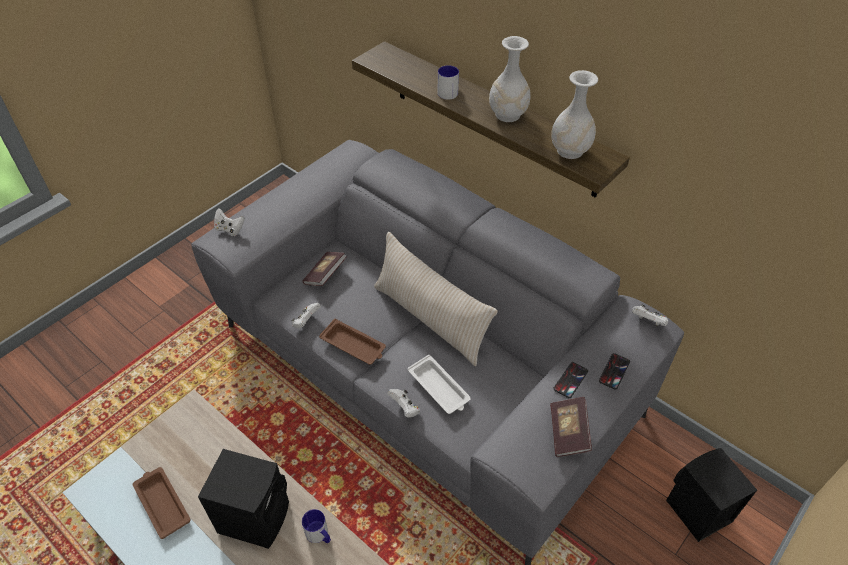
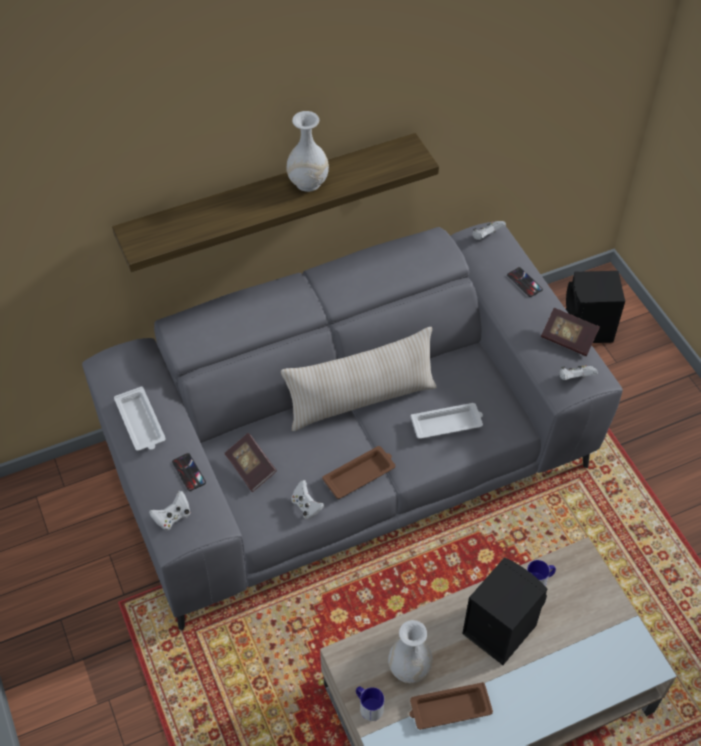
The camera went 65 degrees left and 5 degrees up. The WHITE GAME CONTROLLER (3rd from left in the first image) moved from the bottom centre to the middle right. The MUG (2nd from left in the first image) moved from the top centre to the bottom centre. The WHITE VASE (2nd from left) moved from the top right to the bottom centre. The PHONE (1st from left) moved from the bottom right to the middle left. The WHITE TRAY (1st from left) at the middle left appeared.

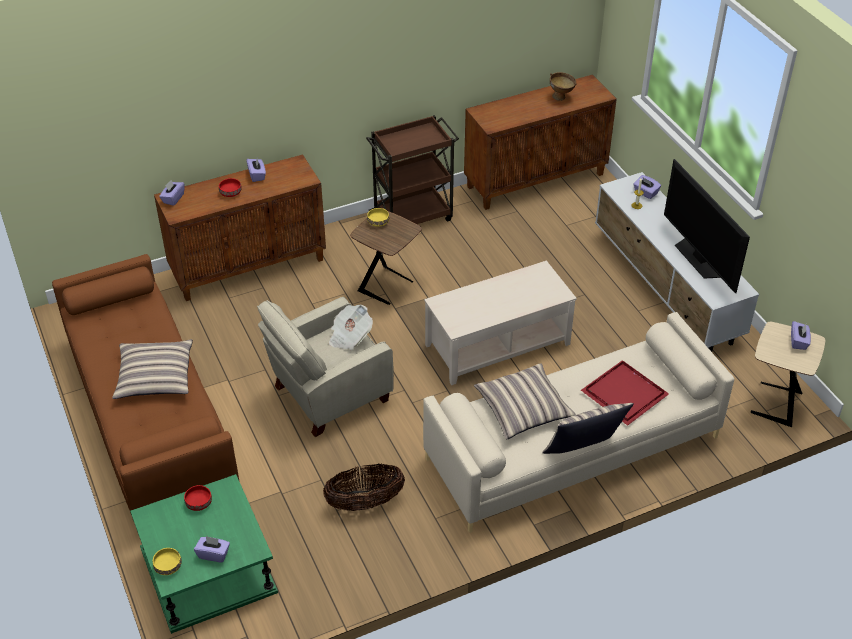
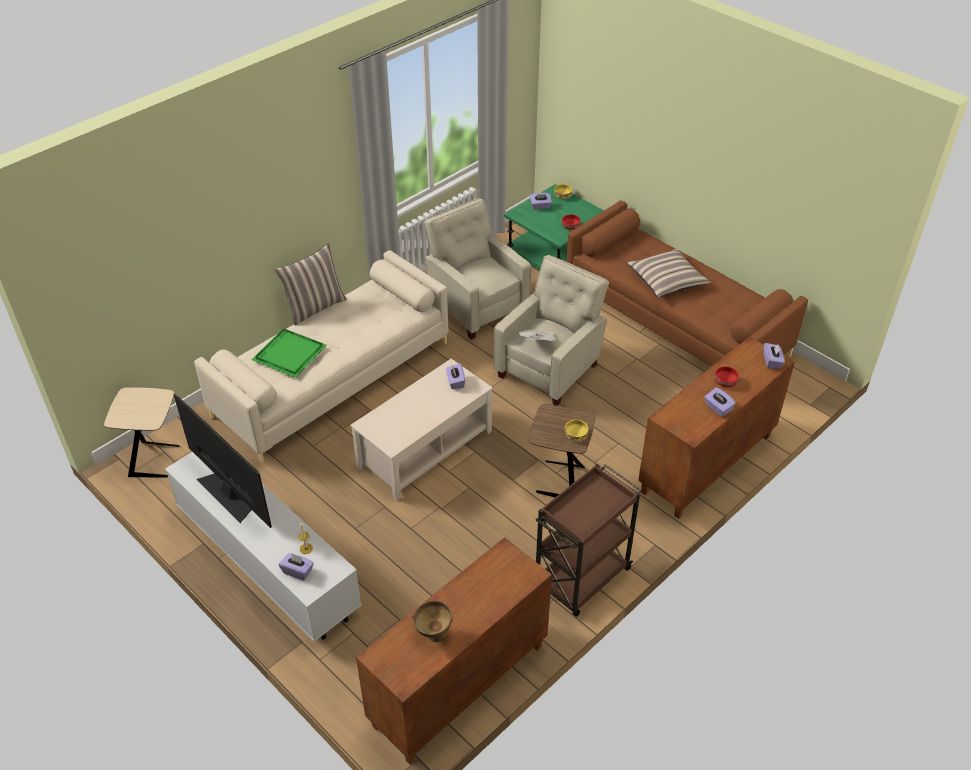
The camera went 160 degrees right and 0 degrees up. The BASKET at the bottom centre was replaced by the BEIGE ARMCHAIR (1st from left) at the centre. The PILLOW (2nd from left) at the centre disappeared. The RED TRAY at the middle right became the GREEN TRAY at the middle left. The PURPLE TISSUE BOX (5th from left in the first image) moved from the middle right to the centre.

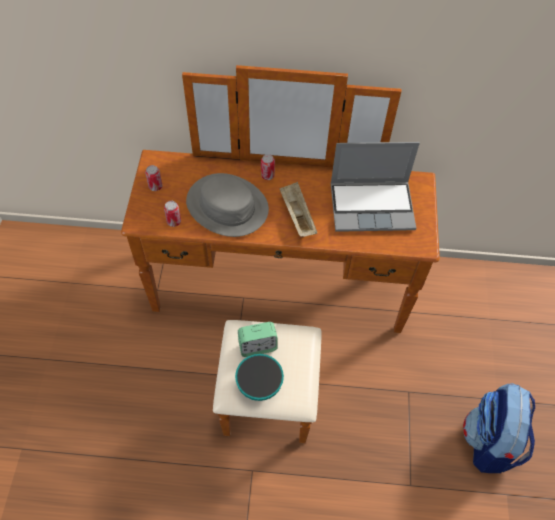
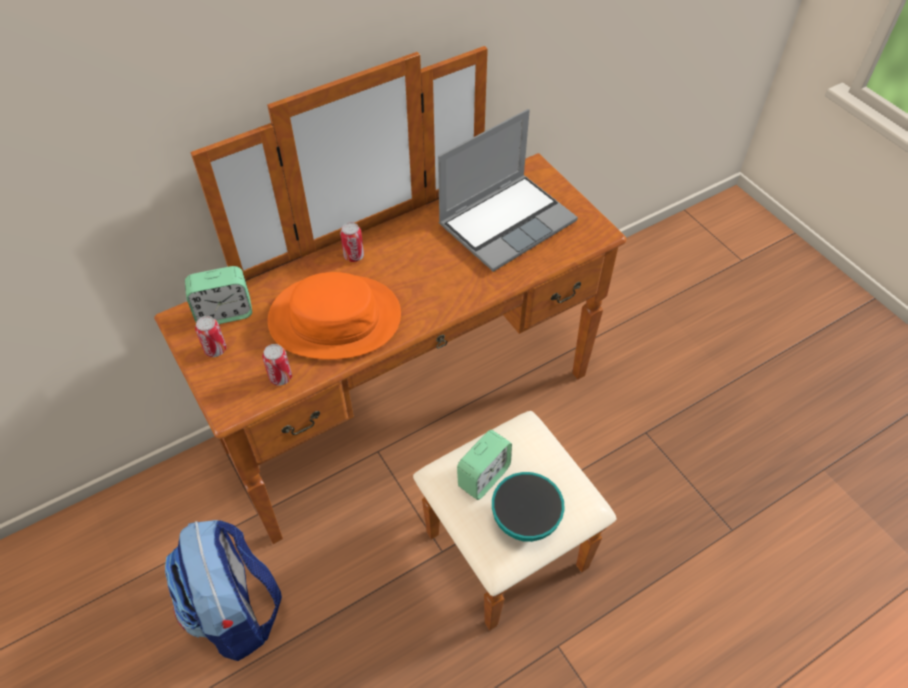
The camera went 35 degrees left and 5 degrees down. The GREY HAT at the centre became the ORANGE HAT at the centre. The BEIGE TRAY at the centre disappeared. The BACKPACK moved from the bottom right to the bottom left. The ALARM CLOCK (1st from left) at the middle left appeared.

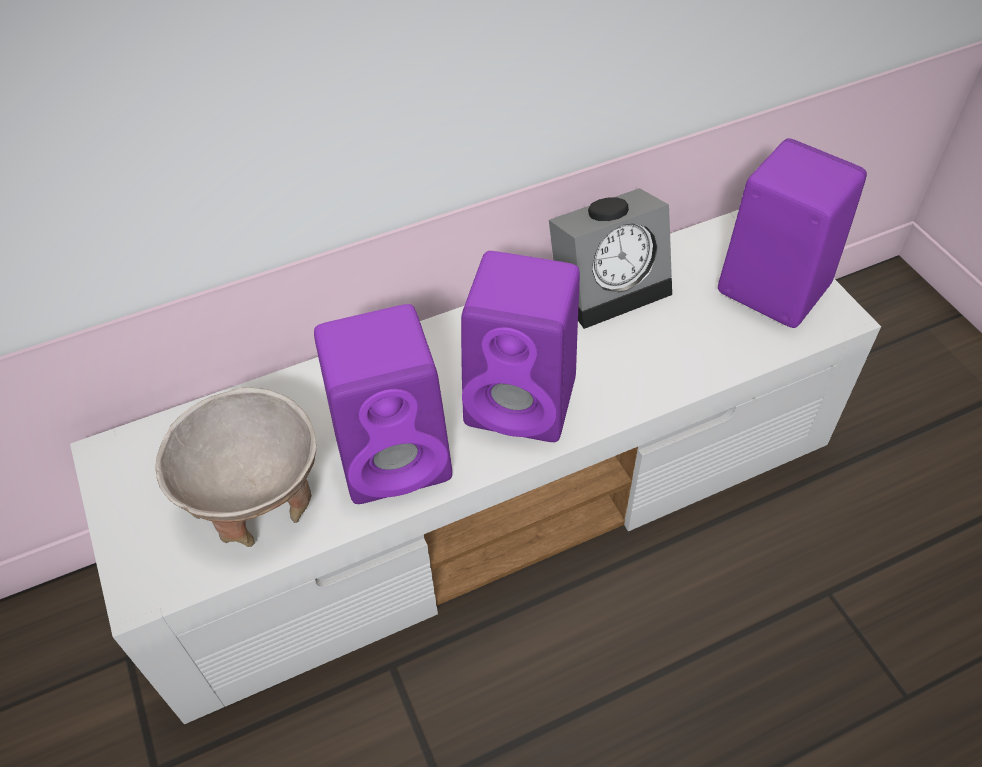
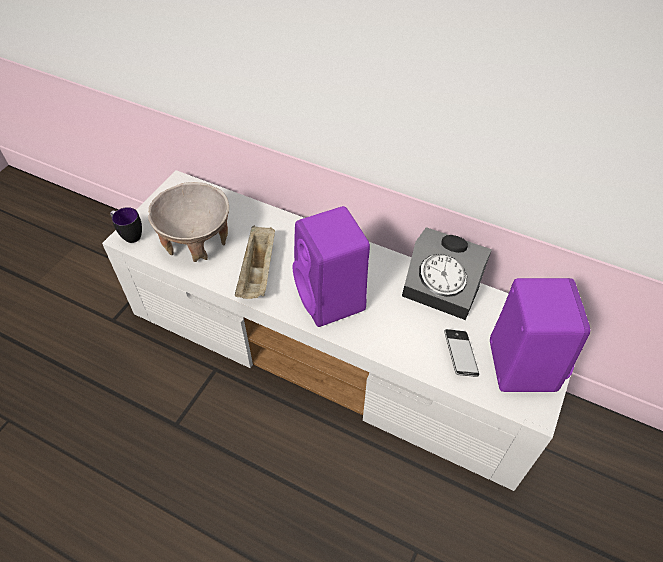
The camera went 50 degrees right and 0 degrees up. The PURPLE SPEAKER (1st from left) at the centre was replaced by the BEIGE TRAY at the centre. The MUG at the middle left appeared. The PHONE at the middle right appeared.

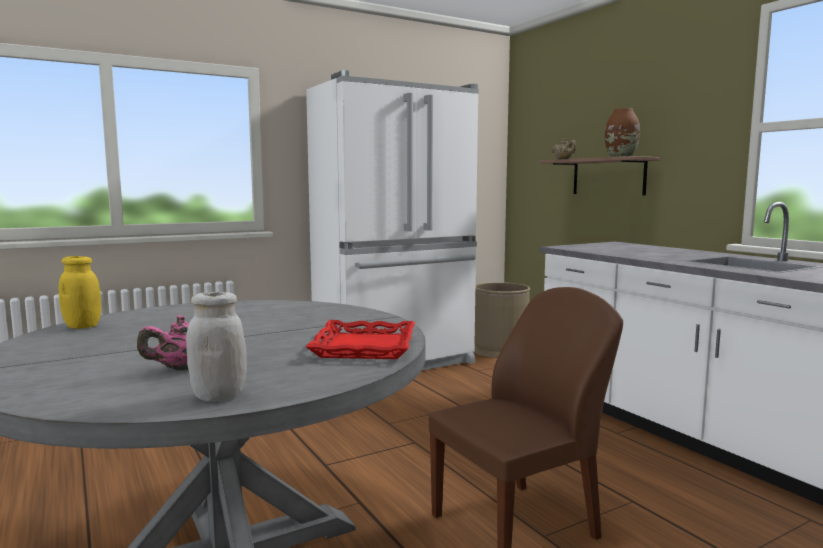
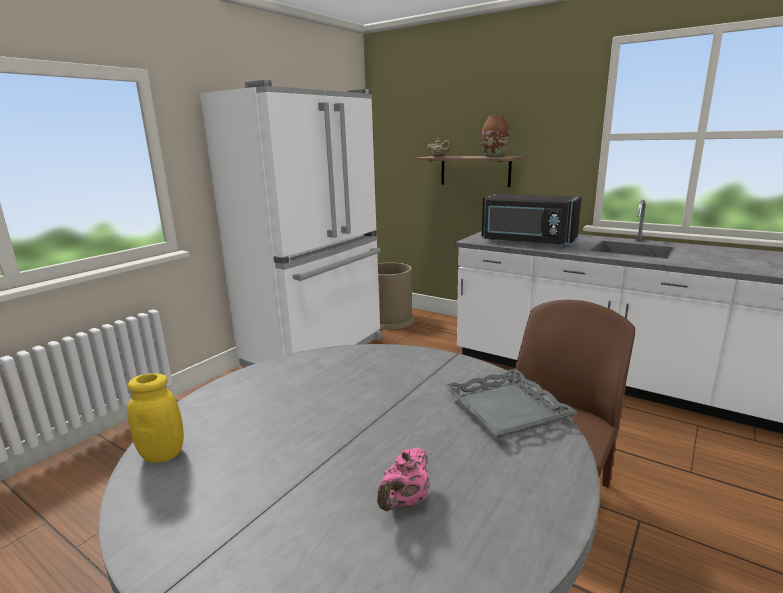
The camera went 25 degrees left and 10 degrees up. The WHITE JAR at the middle left disappeared. The RED TRAY at the centre became the GREY TRAY at the bottom centre. The BLACK MICROWAVE at the middle right appeared.

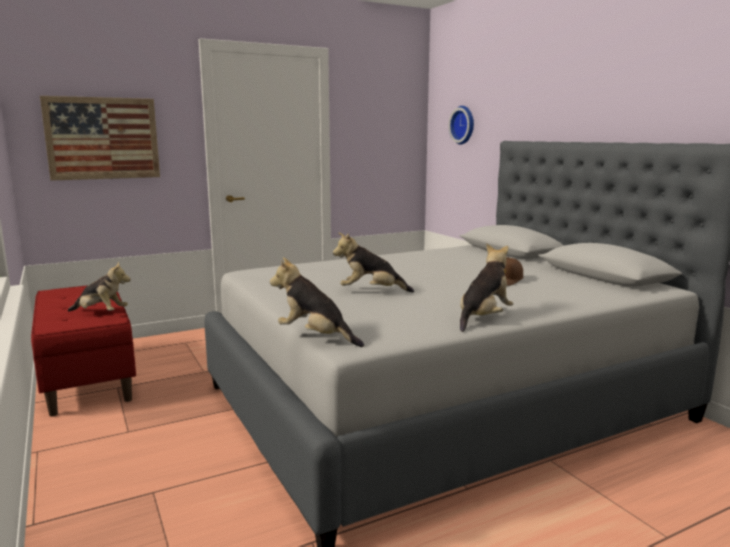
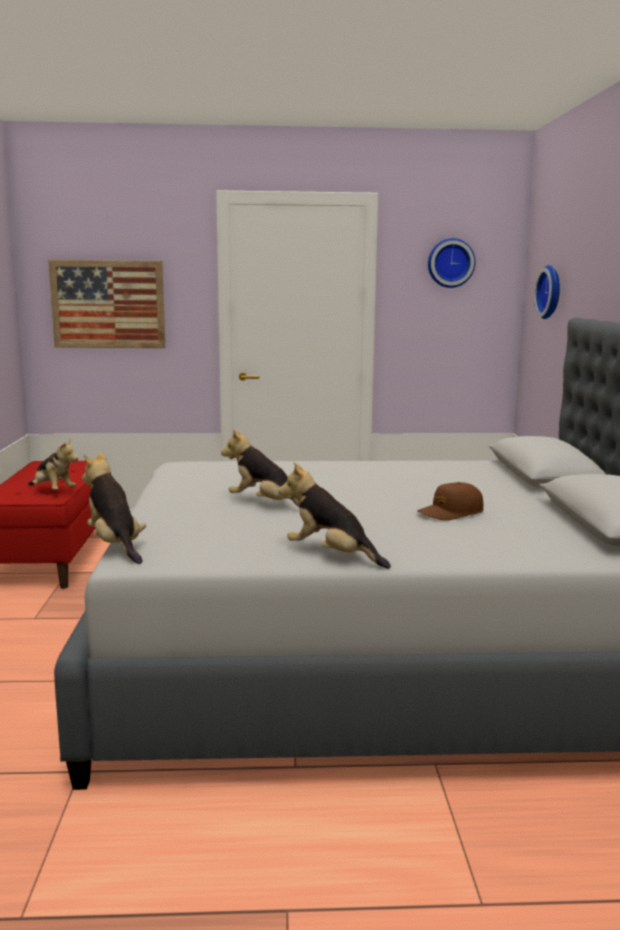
The camera went 25 degrees right and 0 degrees up. The PLUSH TOY (4th from left) at the centre turned 120 degrees counterclockwise. The WALL CLOCK (1st from left) at the top right appeared.

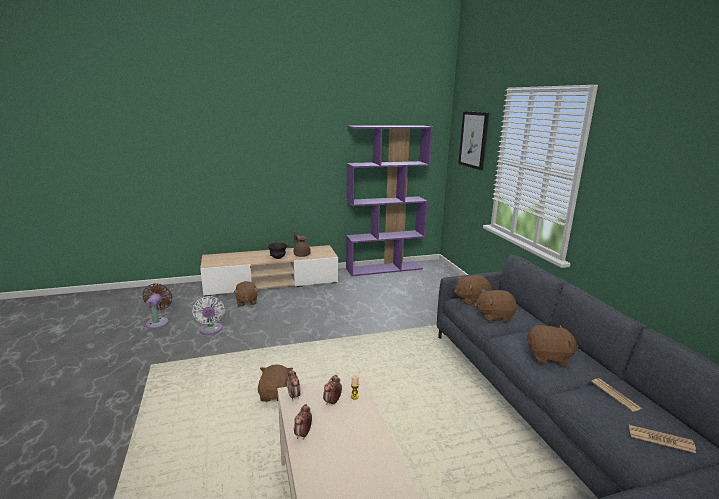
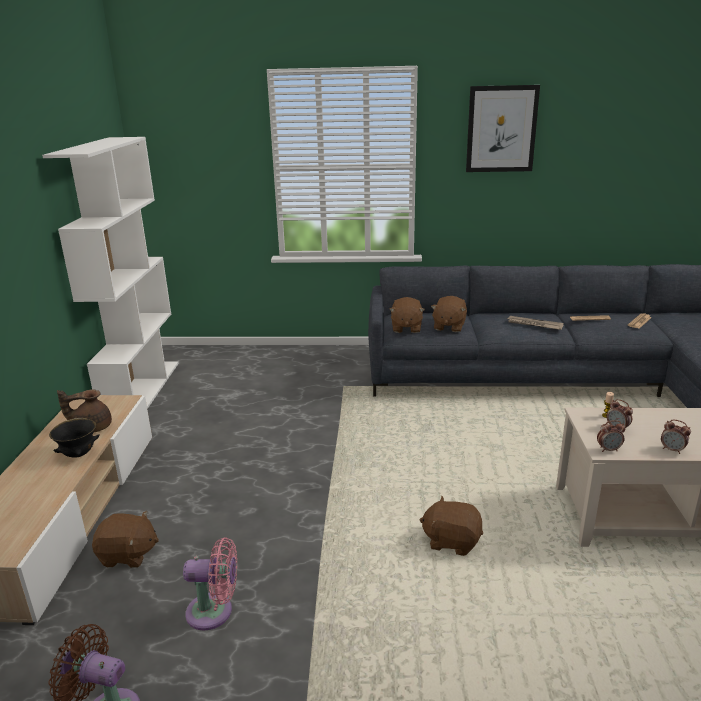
The camera went 70 degrees left and 5 degrees up. The WHITE FAN at the middle left became the PINK FAN at the bottom left. The PURPLE BOOKCASE at the centre became the WHITE BOOKCASE at the middle left. The PICTURE moved from the top centre to the top right. The BROWN PLUSH TOY (5th from left) at the bottom right was replaced by the NEWSPAPER (1st from left) at the middle right.

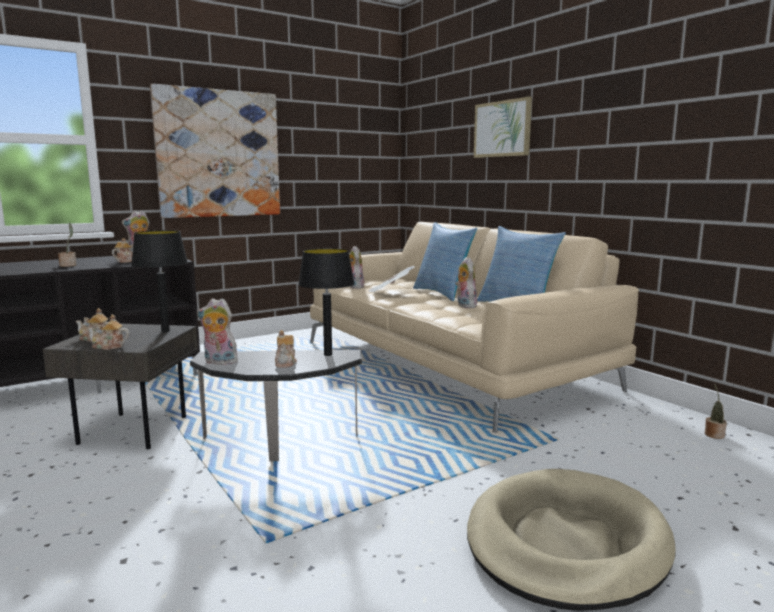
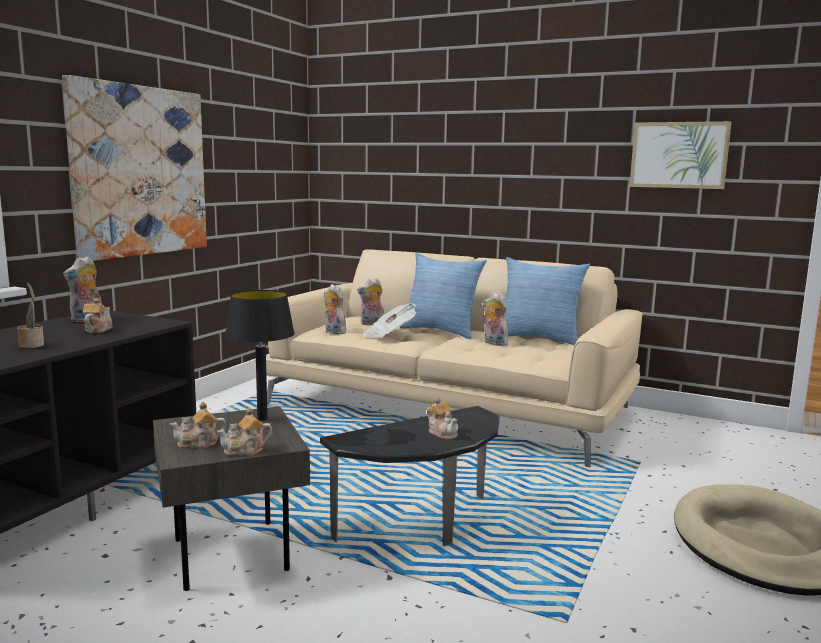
The camera went 30 degrees left and 0 degrees up. The PLUSH TOY (2nd from left in the first image) moved from the middle left to the centre. The BLACK TABLE LAMP (2nd from left) at the centre disappeared. The PICTURE (2nd from left) moved from the top centre to the top right. The POTTED PLANT (2nd from left) at the bottom right disappeared.

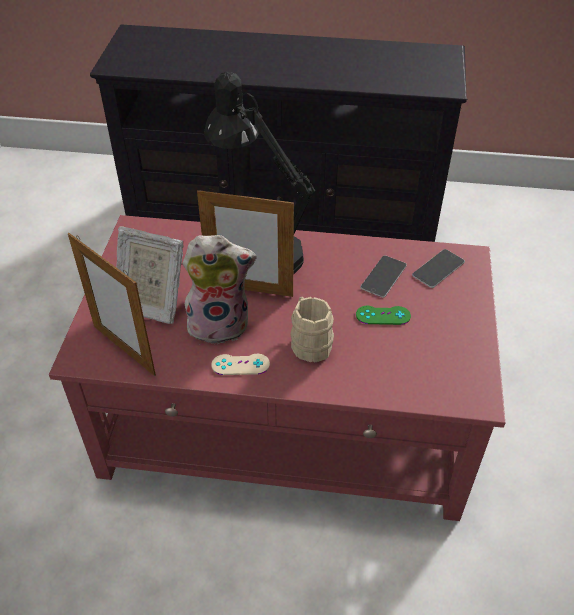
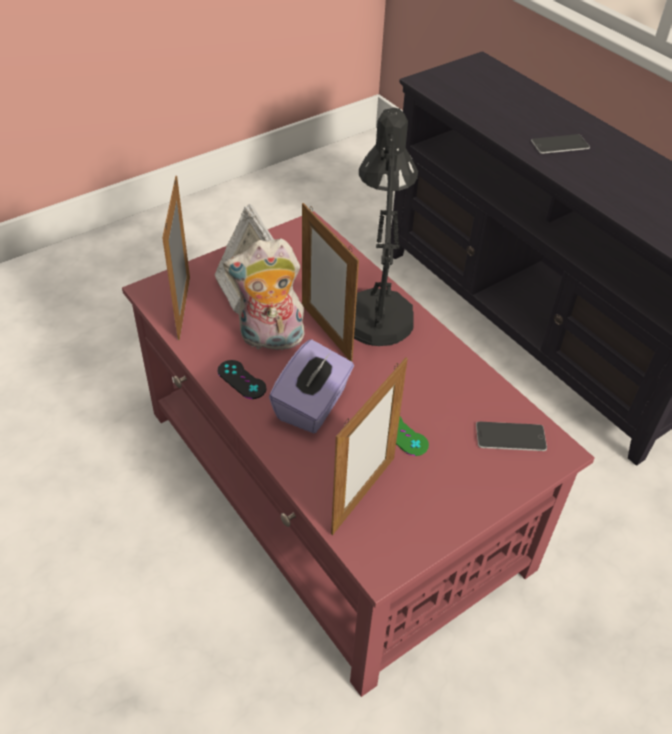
The camera went 45 degrees right and 0 degrees up. The PLUSH TOY at the centre turned 135 degrees clockwise. The BEIGE GAME CONTROLLER at the centre became the BLACK GAME CONTROLLER at the centre. The BEIGE MUG at the centre was replaced by the PURPLE TISSUE BOX at the centre. The PHONE (1st from left in the first image) moved from the middle right to the top right. The PICTURE FRAME (4th from left) at the centre appeared.

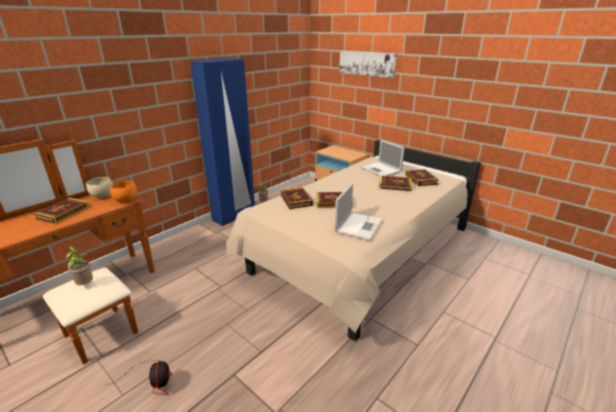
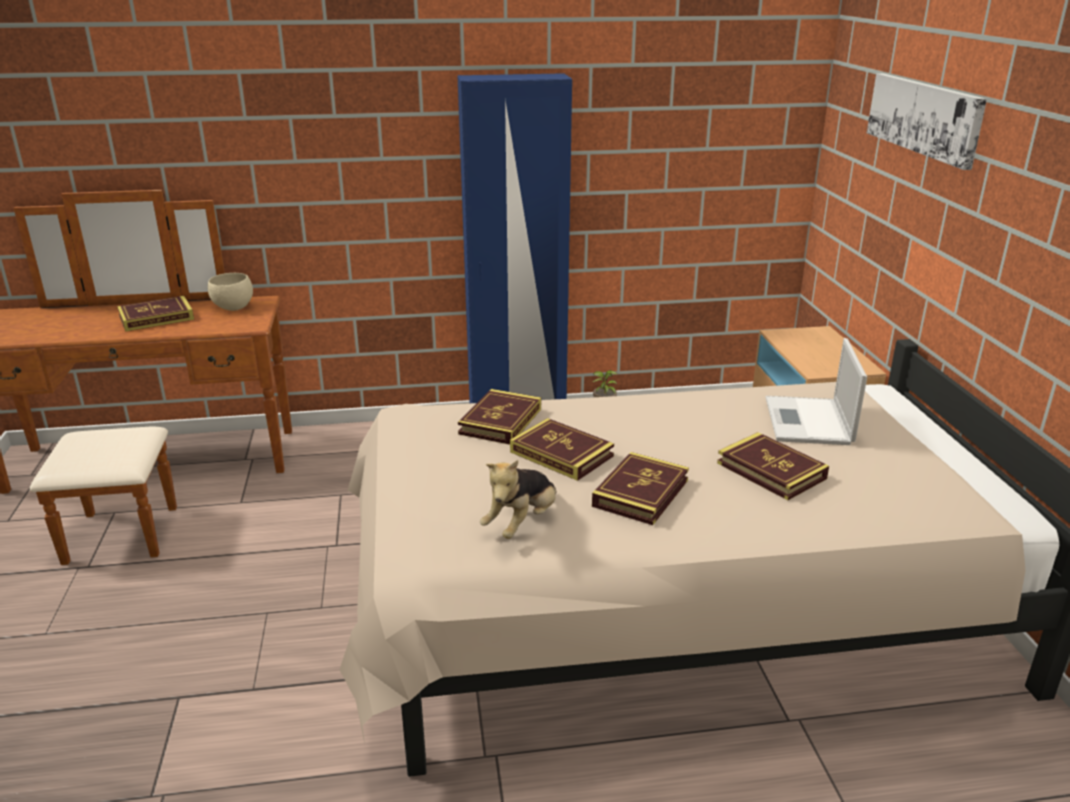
The camera went 40 degrees right and 0 degrees up. The POTTED PLANT (1st from left) at the middle left disappeared. The FAN at the bottom left disappeared. The ORANGE BOWL at the middle left disappeared. The LAPTOP (1st from left) at the centre was replaced by the PLUSH TOY at the centre. The BOOK (5th from left in the first image) moved from the middle right to the centre.

